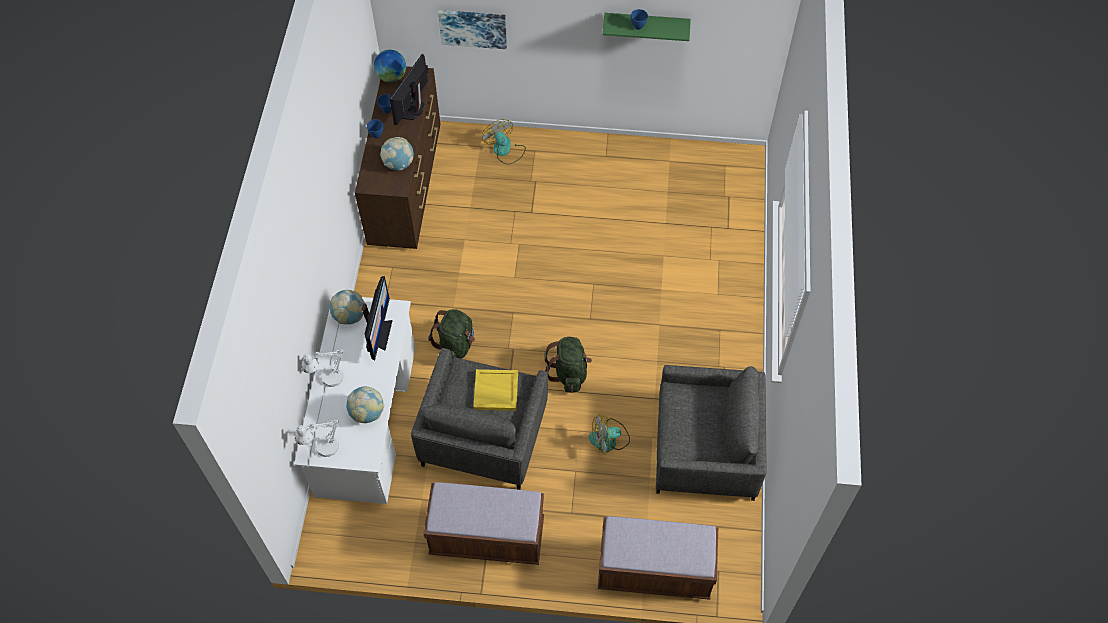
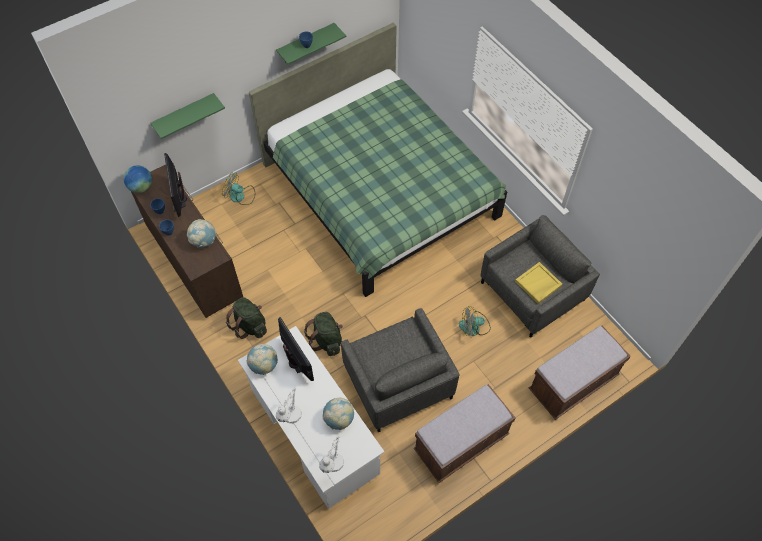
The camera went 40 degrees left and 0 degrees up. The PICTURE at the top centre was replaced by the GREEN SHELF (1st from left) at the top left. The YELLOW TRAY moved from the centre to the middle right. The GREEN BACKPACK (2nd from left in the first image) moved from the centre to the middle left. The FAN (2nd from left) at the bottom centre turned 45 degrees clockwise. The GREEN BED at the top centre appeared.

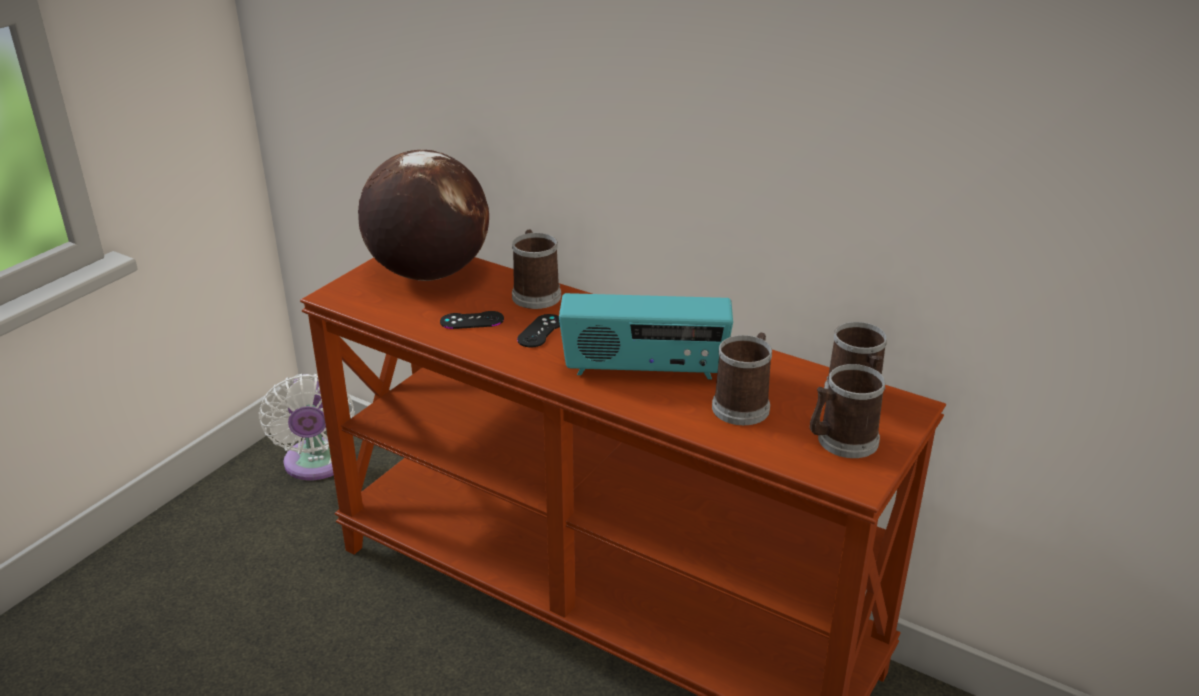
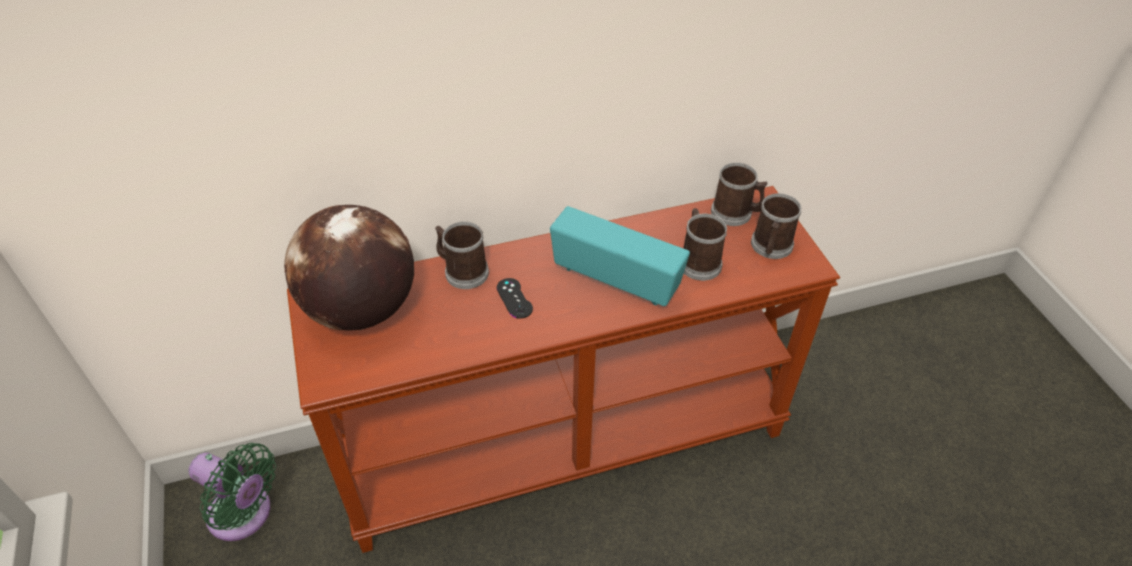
The camera went 50 degrees left and 15 degrees up. The WHITE FAN at the middle left became the GREEN FAN at the bottom left. The BLACK GAME CONTROLLER (1st from left) at the centre disappeared. The RADIO at the centre turned 105 degrees counterclockwise.

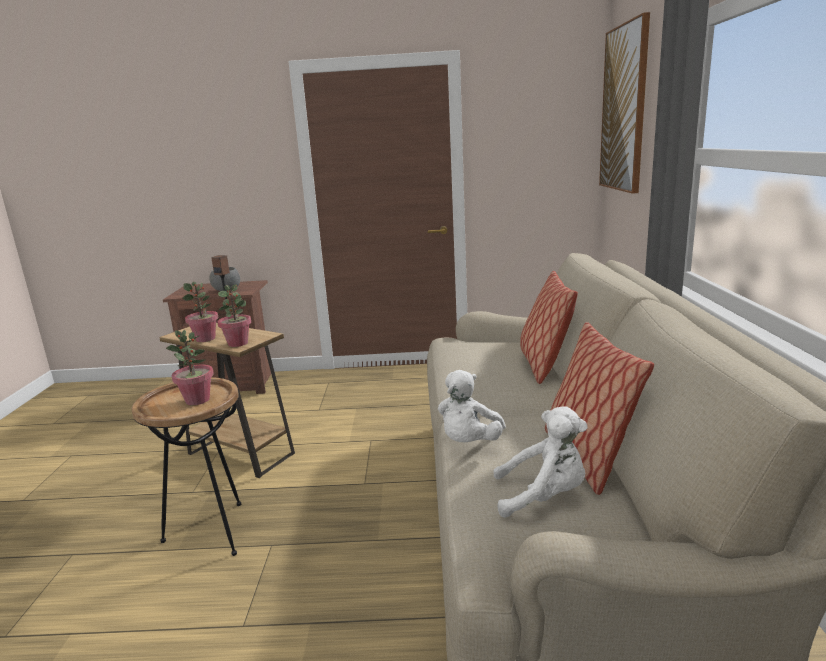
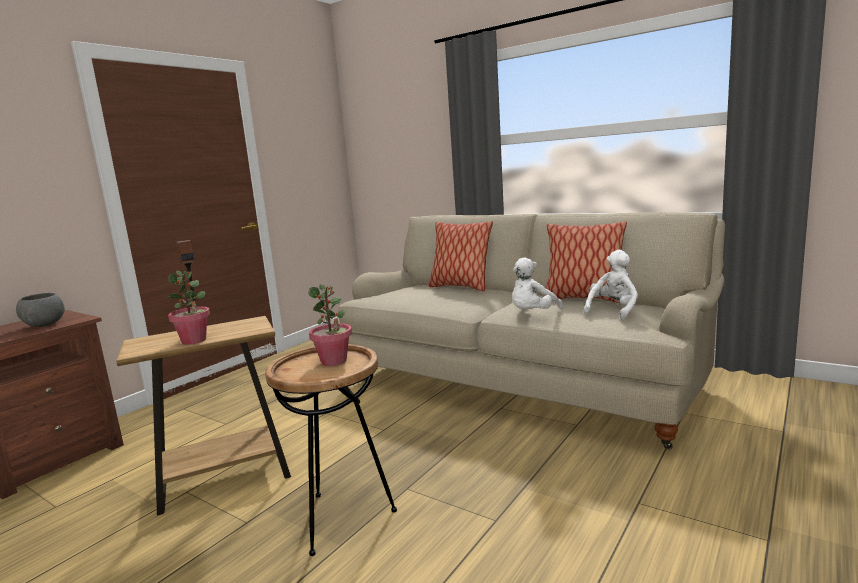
The camera went 55 degrees left and 5 degrees down. The POTTED PLANT (3rd from left) at the middle left disappeared. The WHITE PLUSH TOY (1st from left) at the centre turned 75 degrees clockwise. The PICTURE at the top right disappeared.

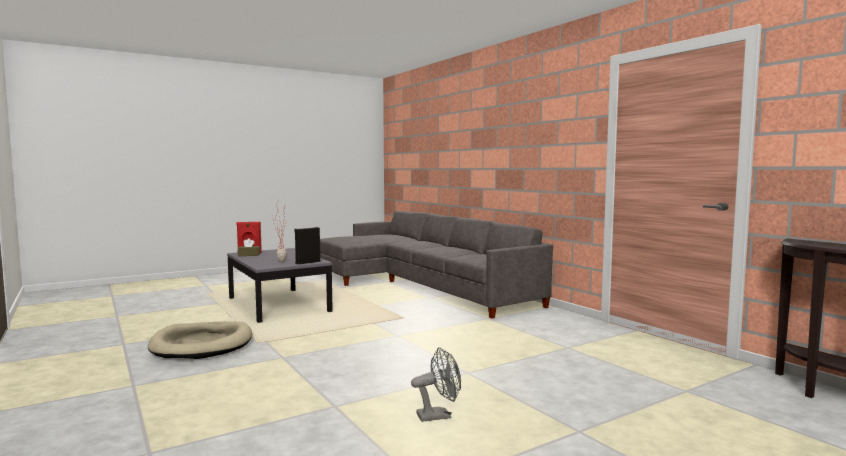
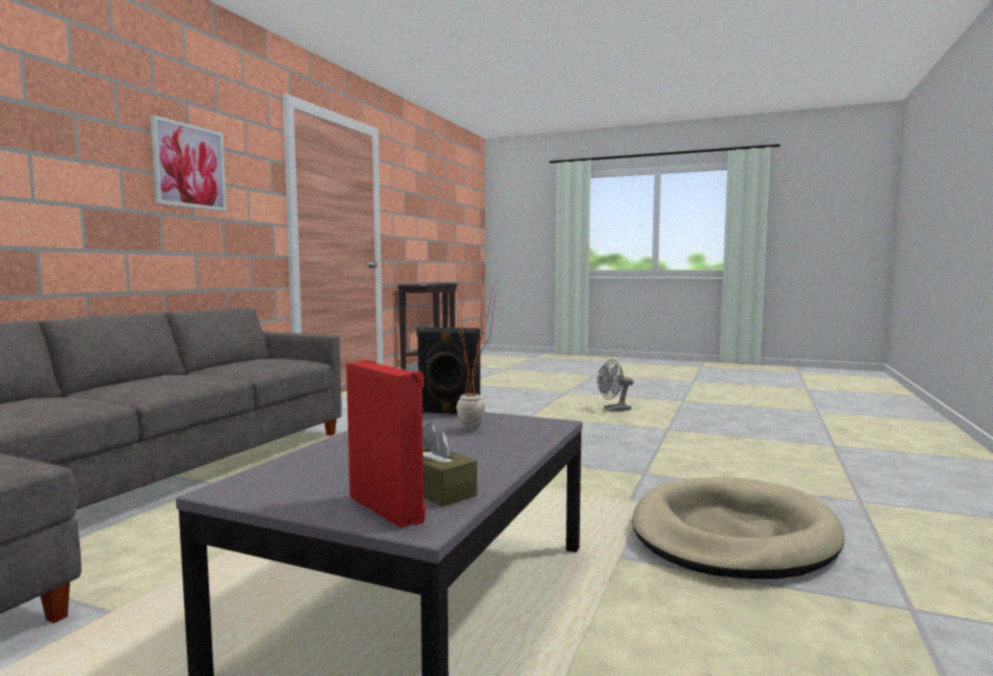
The camera went 125 degrees left and 0 degrees up. The GREY FAN at the bottom centre turned 60 degrees counterclockwise. The PICTURE at the top left appeared.

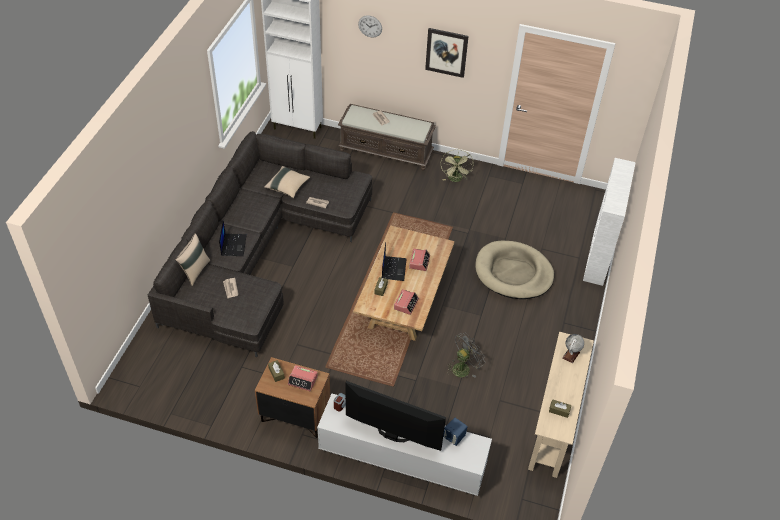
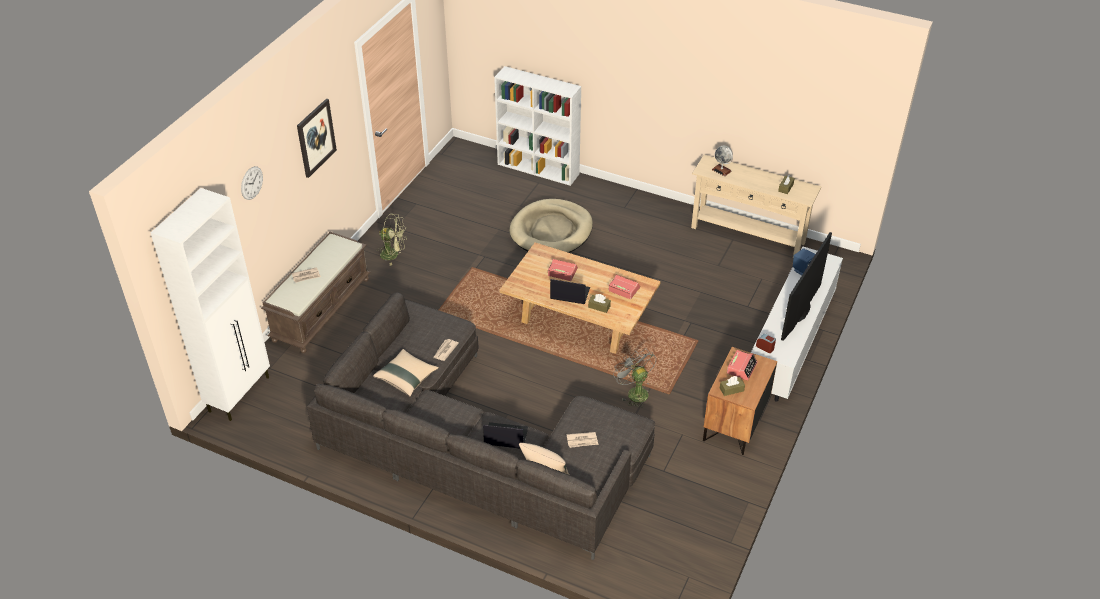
The camera went 80 degrees left and 5 degrees down. The GREY FAN moved from the bottom centre to the centre.

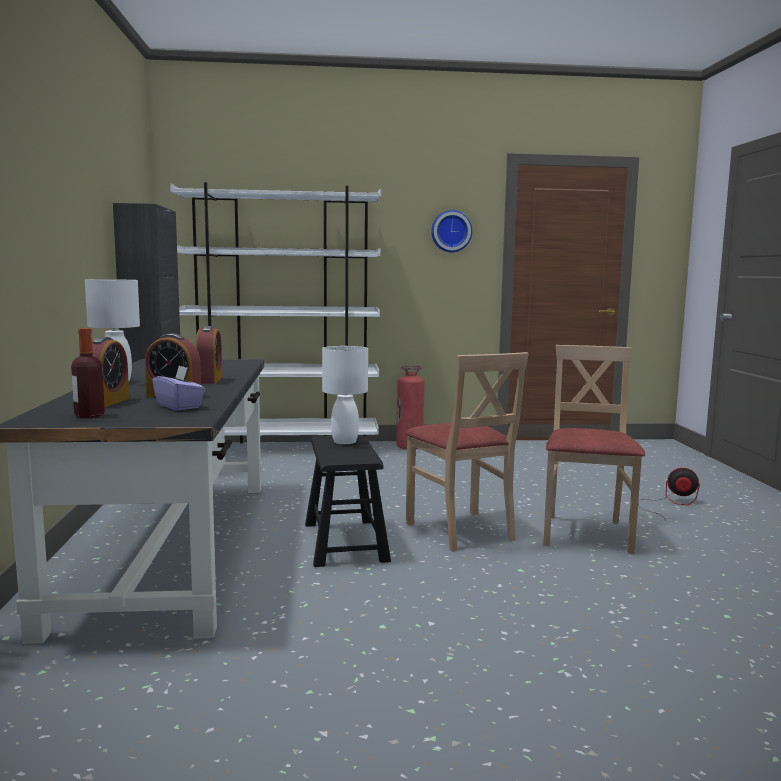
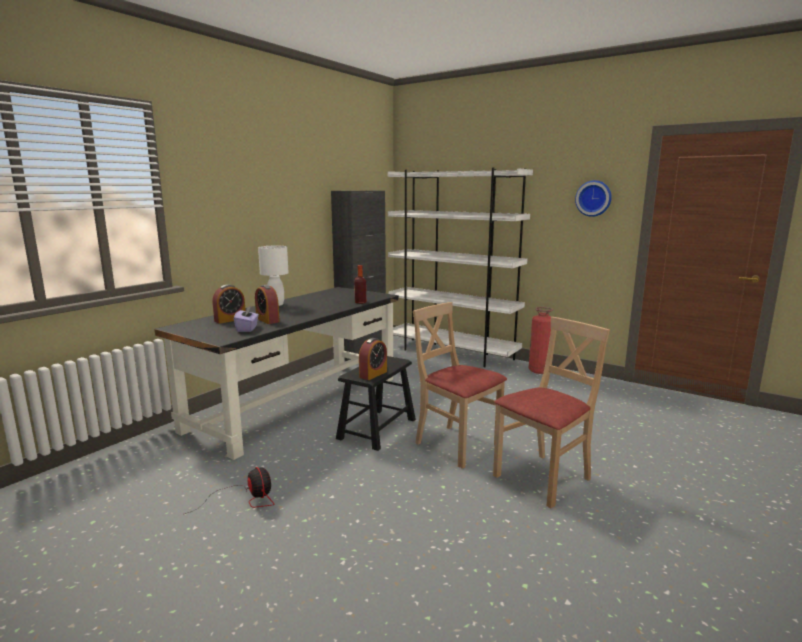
The camera went 40 degrees right and 5 degrees up. The BOTTLE moved from the middle left to the centre. The ALARM CLOCK (3rd from left) moved from the middle left to the centre. The WHITE TABLE LAMP (2nd from left) at the centre disappeared. The BEIGE CHAIR (1st from left) at the centre turned 120 degrees clockwise. The FAN moved from the middle right to the bottom left.

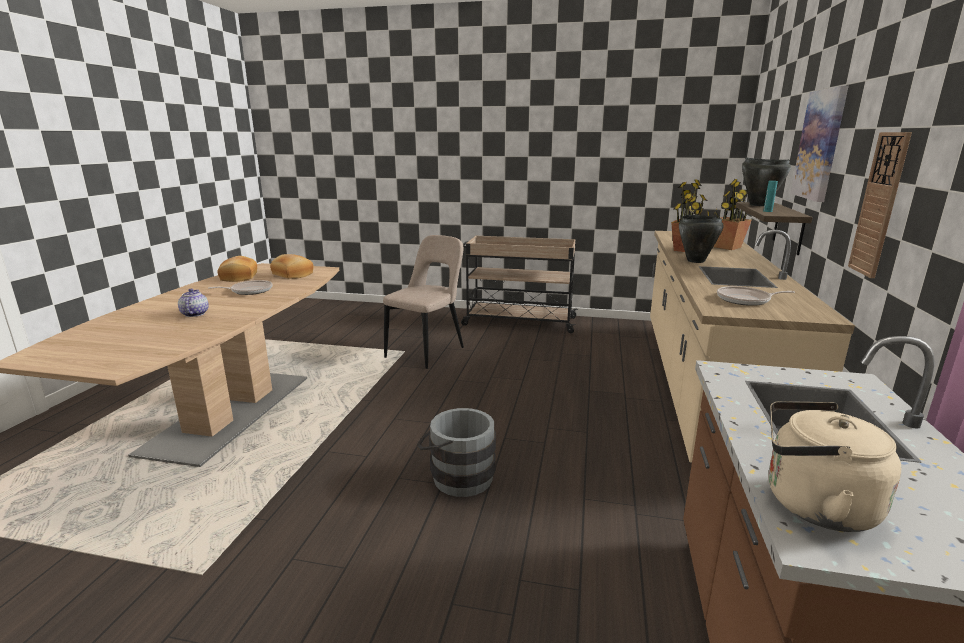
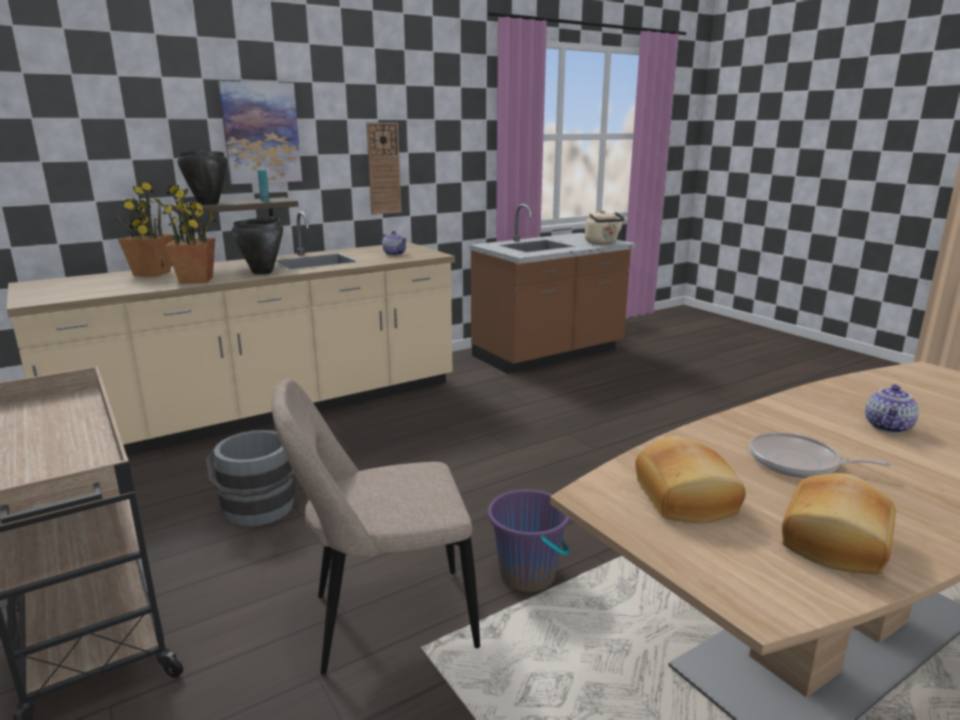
The camera went 135 degrees left and 0 degrees up. The GREY BUCKET moved from the bottom centre to the middle left. The FRYING PAN (2nd from left) at the middle right was replaced by the TEAPOT (1st from left) at the centre. The PURPLE BUCKET at the bottom centre appeared.

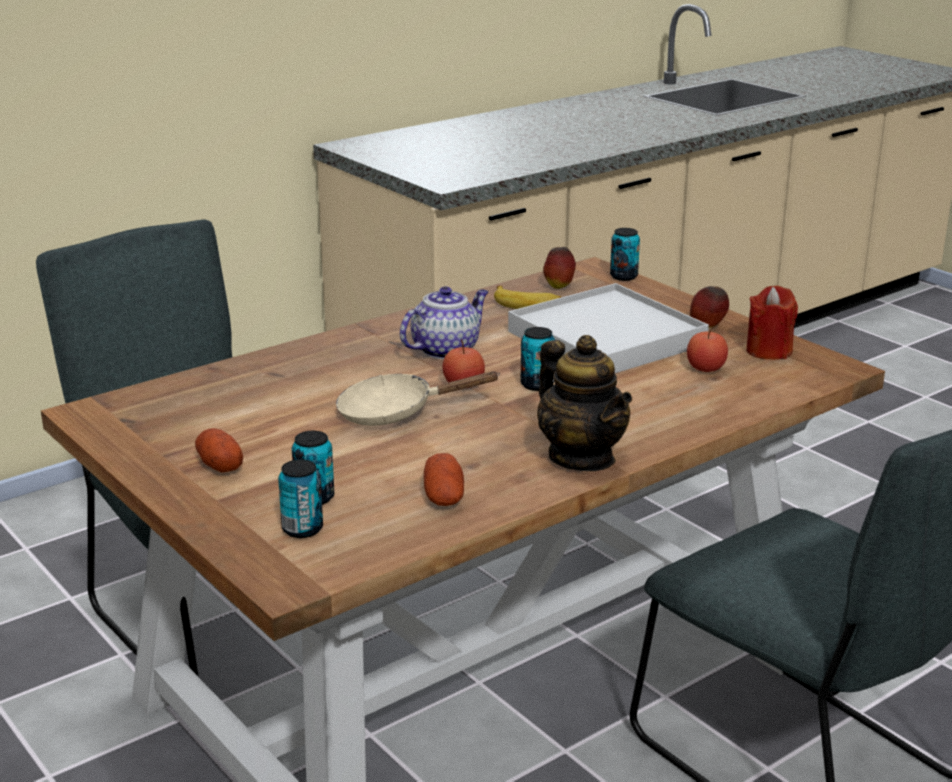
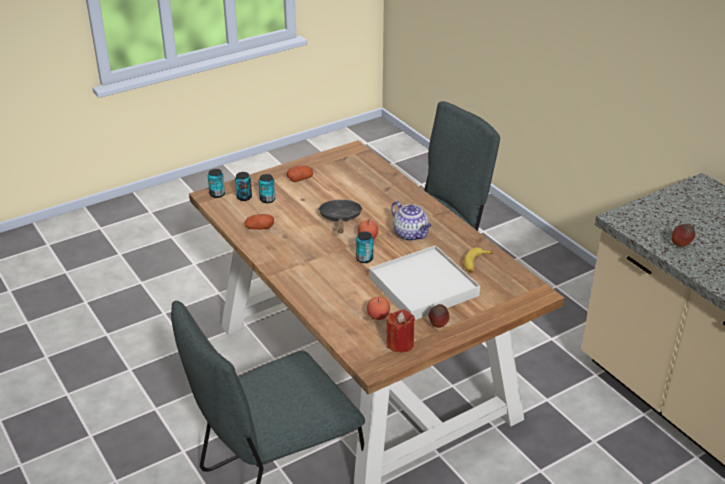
The camera went 95 degrees right and 10 degrees up. The BEIGE FRYING PAN at the centre became the BLACK FRYING PAN at the centre. The TEAPOT (2nd from left) at the centre disappeared. The APPLE (2nd from left in the first image) moved from the centre to the middle right. The CAN (4th from left in the first image) moved from the top centre to the middle left.

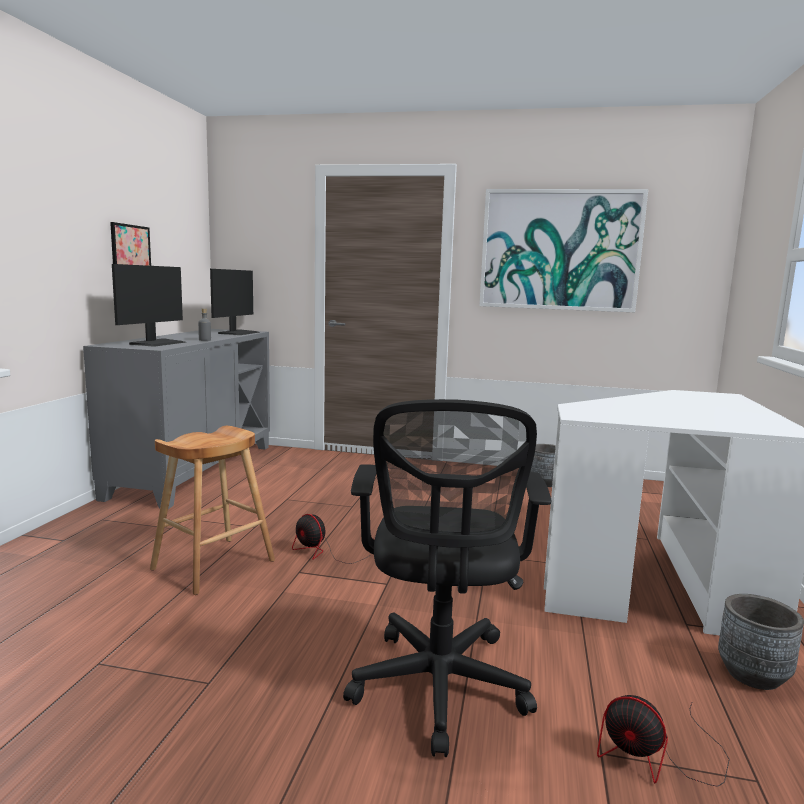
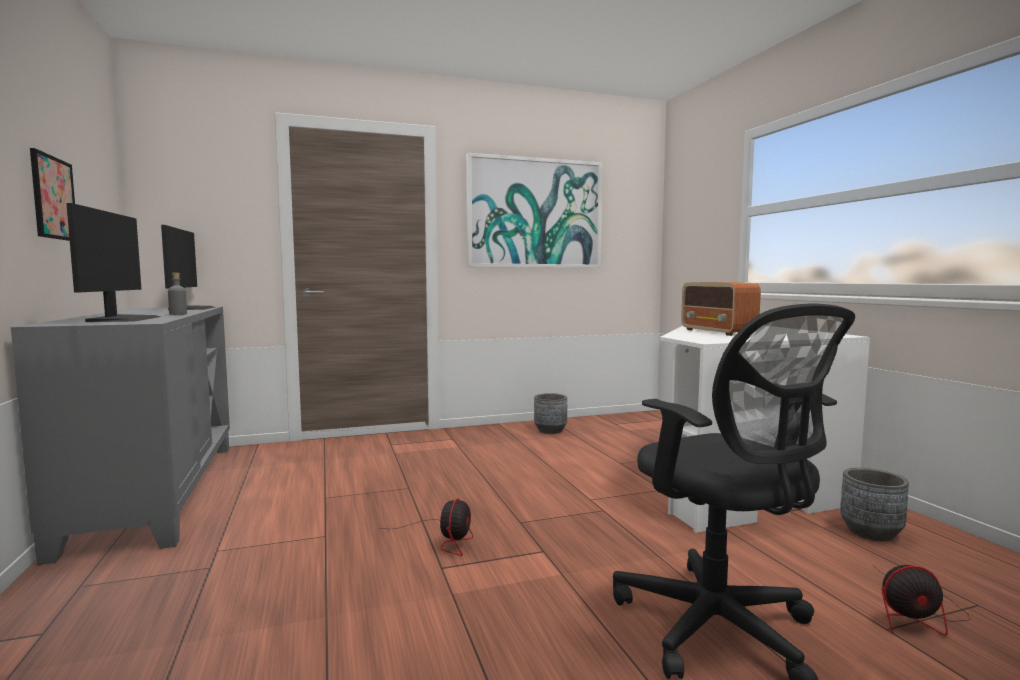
The camera went 30 degrees left and 5 degrees down. The BROWN STOOL at the middle left disappeared. The FAN (1st from left) at the bottom centre turned 90 degrees counterclockwise. The RADIO at the middle right appeared.

